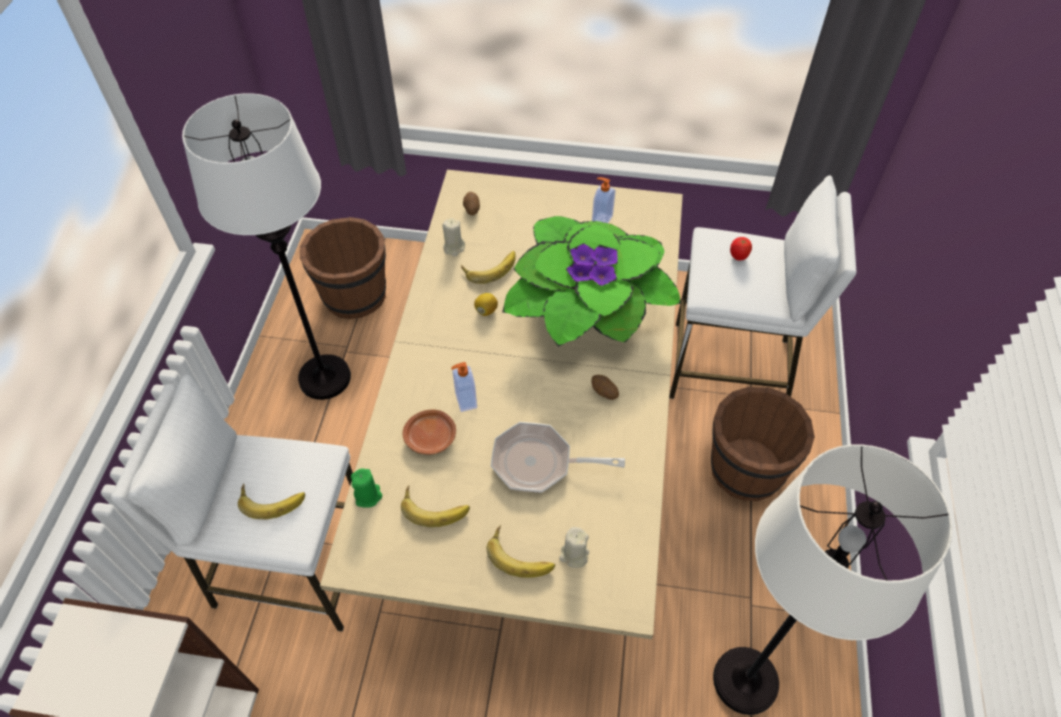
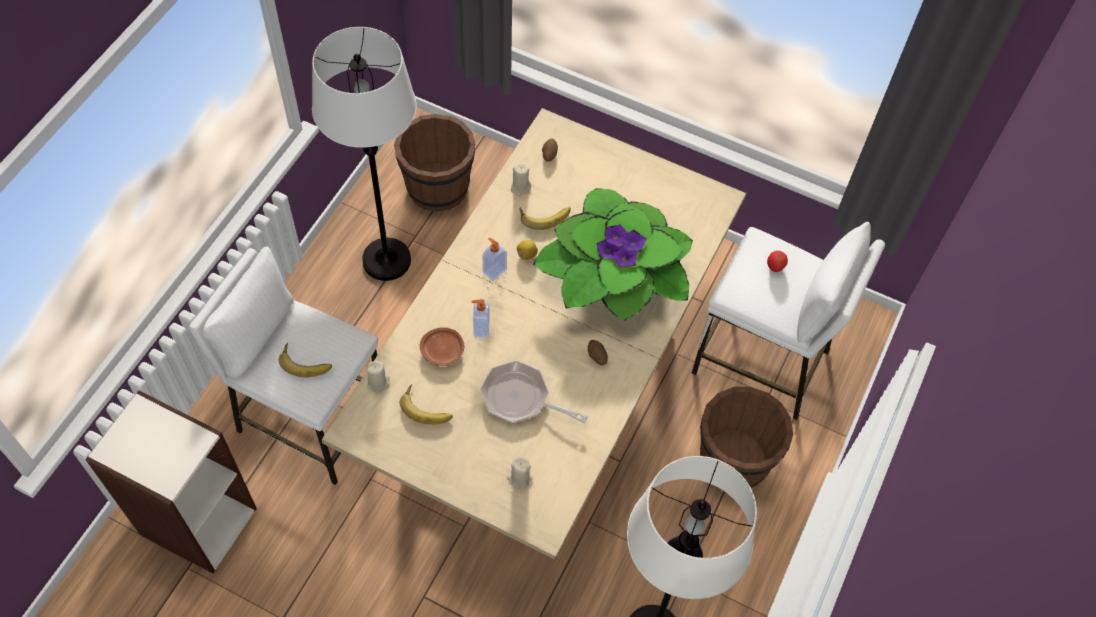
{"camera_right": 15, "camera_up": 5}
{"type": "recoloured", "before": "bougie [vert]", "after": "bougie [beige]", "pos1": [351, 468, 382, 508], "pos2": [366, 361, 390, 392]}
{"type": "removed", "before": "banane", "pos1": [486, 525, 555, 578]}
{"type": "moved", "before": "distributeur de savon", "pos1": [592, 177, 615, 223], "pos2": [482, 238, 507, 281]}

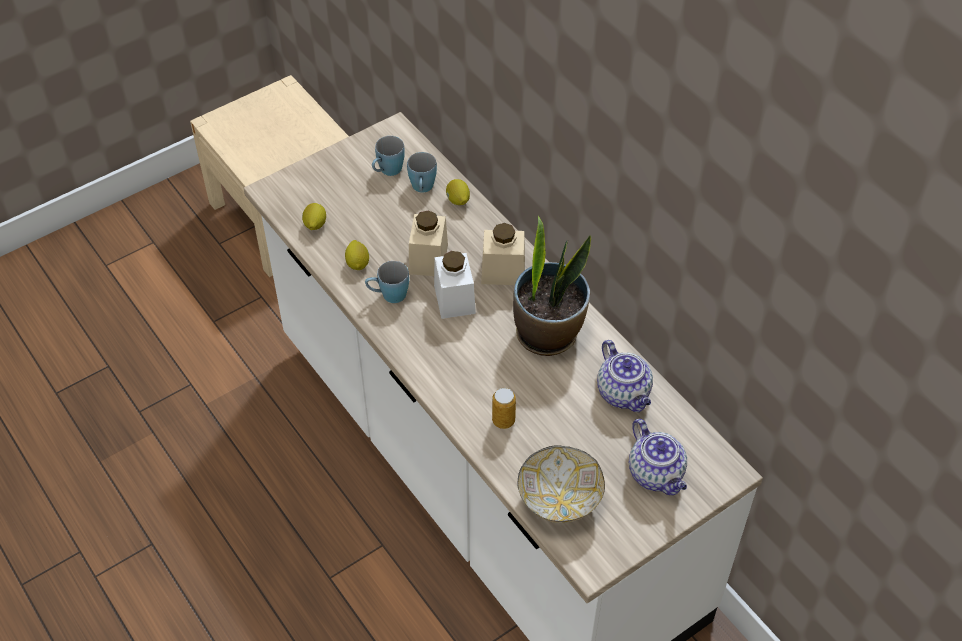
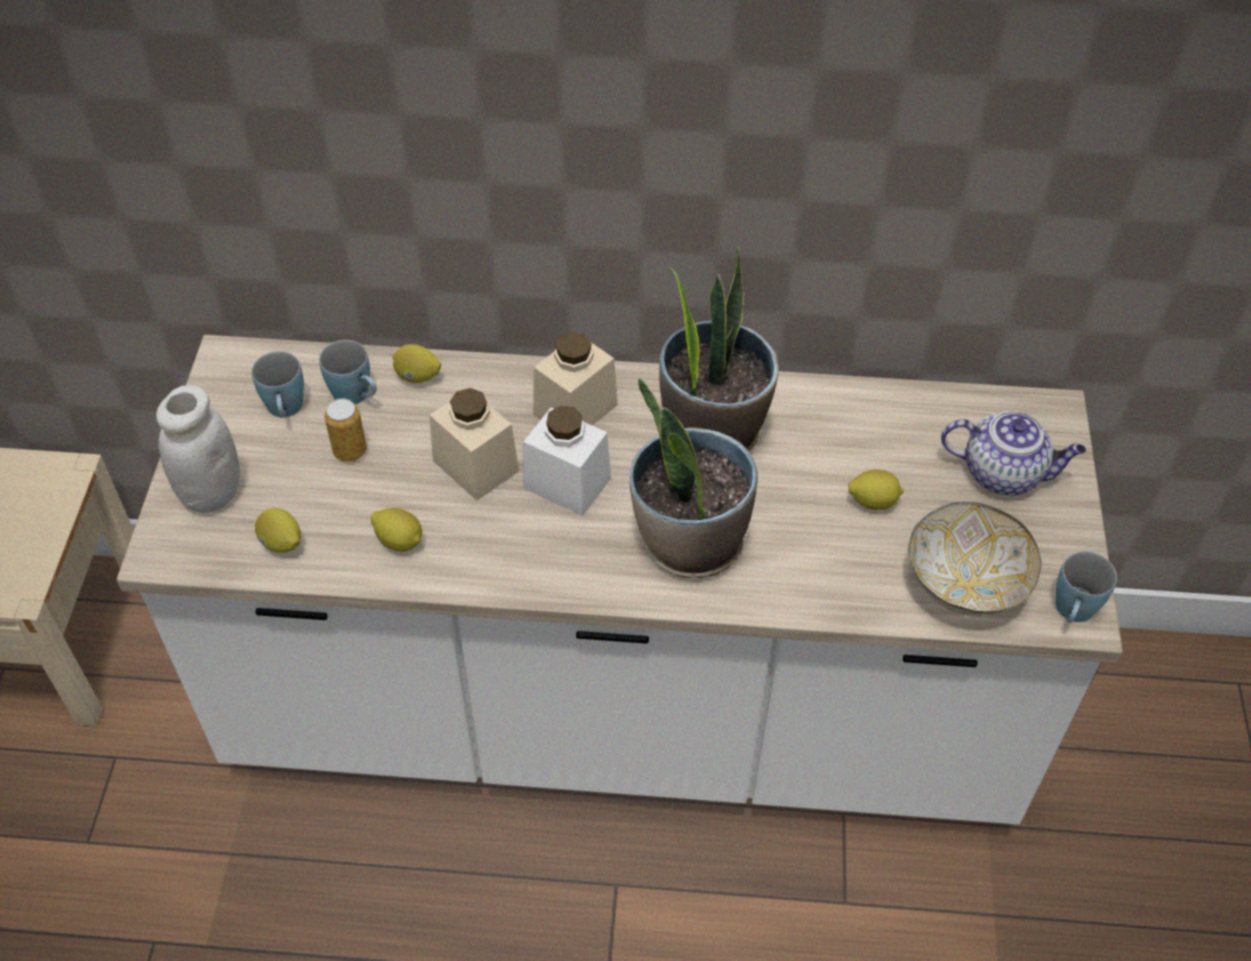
{"camera_right": -50, "camera_up": 0}
{"type": "moved", "before": "mug [bleu]", "pos1": [365, 261, 409, 303], "pos2": [1055, 551, 1117, 623]}
{"type": "moved", "before": "boîte métallique", "pos1": [492, 388, 516, 429], "pos2": [324, 398, 367, 462]}
{"type": "removed", "before": "théière", "pos1": [597, 340, 653, 412]}
{"type": "added", "after": "bocal [blanc]", "pos2": [156, 385, 240, 513]}
{"type": "added", "after": "plante en pot", "pos2": [629, 378, 758, 579]}
{"type": "added", "after": "citron", "pos2": [848, 469, 904, 510]}

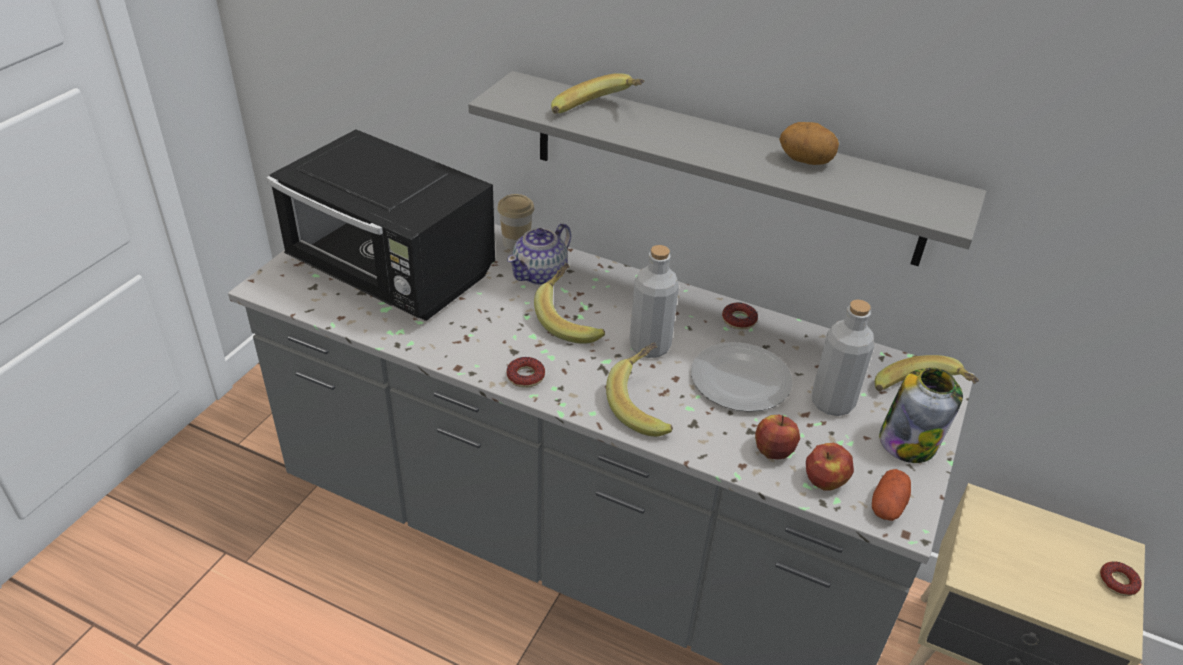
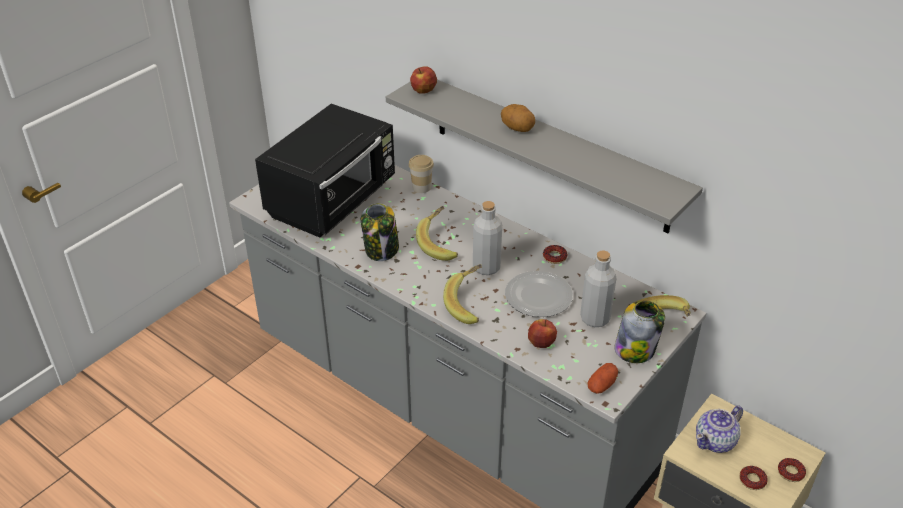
{"camera_right": 15, "camera_up": 0}
{"type": "turned", "before": "micro-ondes [noir]", "pos1": [267, 129, 495, 321], "pos2": [255, 104, 395, 238], "turn": -105}
{"type": "moved", "before": "beignet", "pos1": [506, 357, 545, 388], "pos2": [740, 466, 768, 490]}
{"type": "moved", "before": "théière", "pos1": [507, 223, 571, 285], "pos2": [696, 405, 743, 453]}
{"type": "removed", "before": "banane", "pos1": [551, 73, 645, 114]}
{"type": "moved", "before": "pomme de terre", "pos1": [779, 122, 839, 165], "pos2": [501, 104, 535, 132]}
{"type": "moved", "before": "pomme", "pos1": [806, 443, 854, 491], "pos2": [410, 67, 437, 94]}
{"type": "added", "after": "bocal", "pos2": [361, 203, 399, 261]}

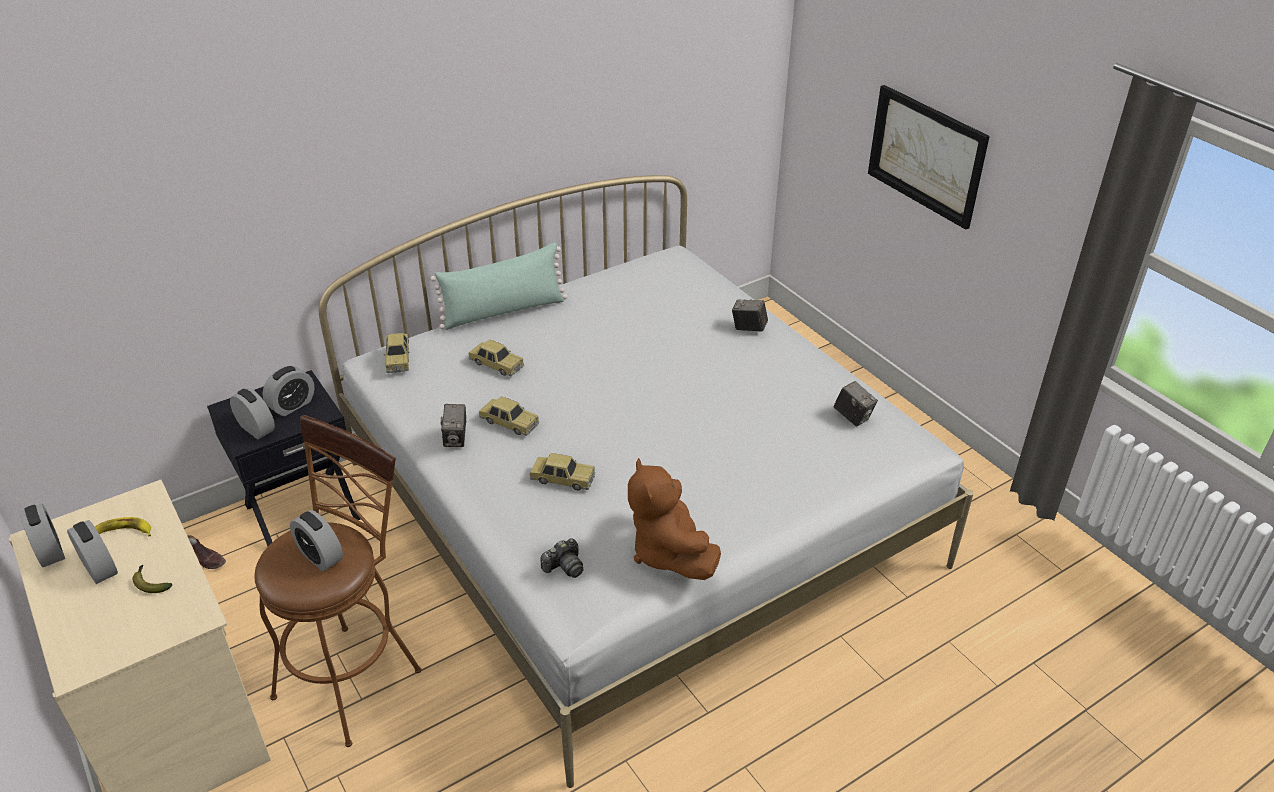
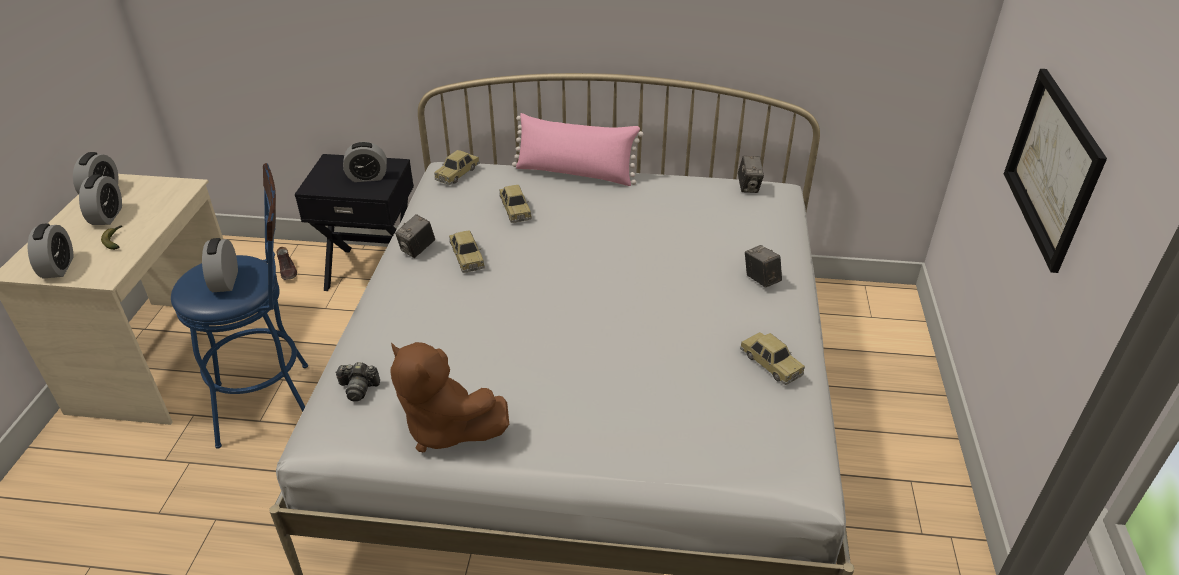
{"camera_right": 40, "camera_up": 0}
{"type": "removed", "before": "banane", "pos1": [95, 517, 151, 536]}
{"type": "moved", "before": "réveil", "pos1": [230, 388, 275, 439], "pos2": [28, 223, 73, 278]}
{"type": "recoloured", "before": "tabouret [marron]", "after": "tabouret [bleu]", "pos1": [255, 415, 421, 747], "pos2": [171, 163, 308, 449]}
{"type": "recoloured", "before": "coussin [vert]", "after": "coussin [rose]", "pos1": [430, 243, 567, 330], "pos2": [512, 113, 643, 186]}
{"type": "moved", "before": "petite voiture", "pos1": [529, 453, 595, 490], "pos2": [740, 332, 805, 385]}
{"type": "turned", "before": "peluche [marron]", "pos1": [628, 458, 721, 580], "pos2": [390, 342, 509, 452], "turn": -75}
{"type": "moved", "before": "appareil photo", "pos1": [834, 381, 878, 427], "pos2": [738, 156, 764, 193]}

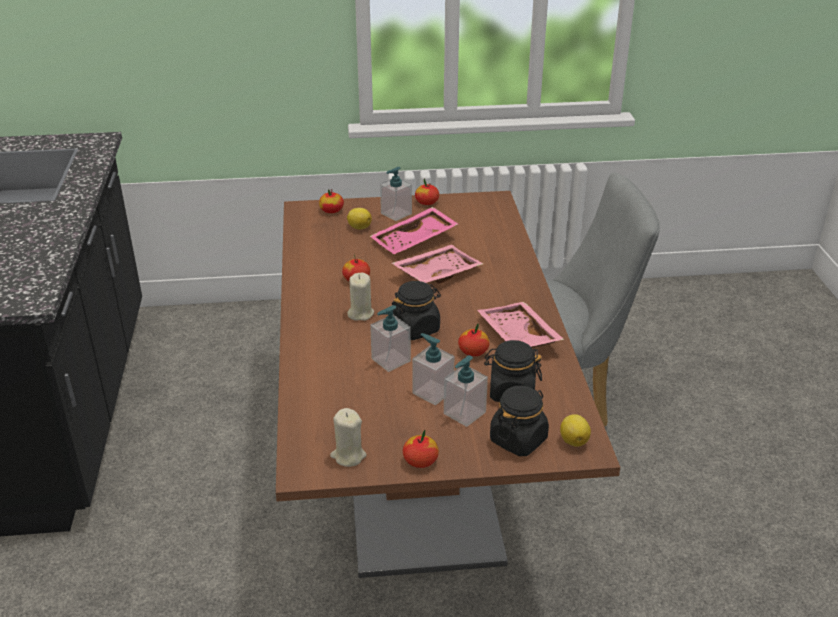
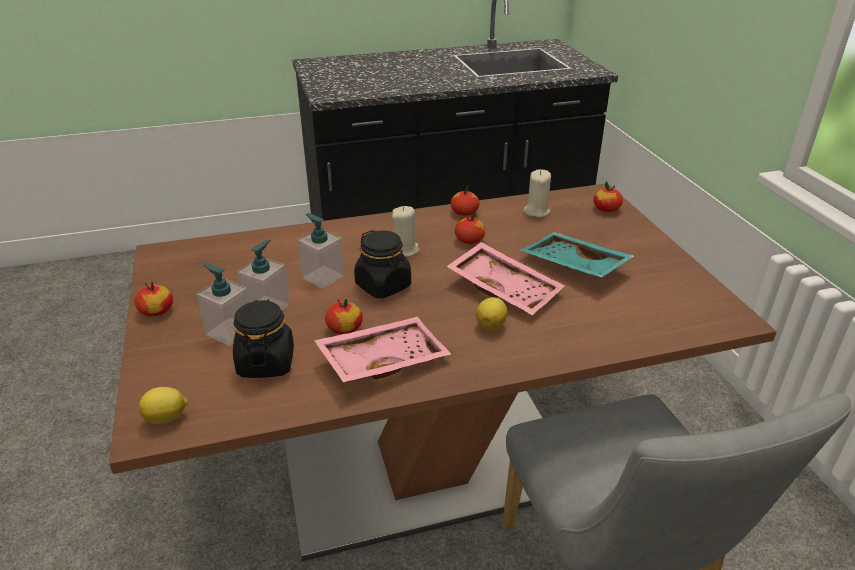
{"camera_right": 80, "camera_up": 0}
{"type": "moved", "before": "bougie [beige]", "pos1": [330, 408, 367, 467], "pos2": [524, 170, 551, 218]}
{"type": "moved", "before": "citron", "pos1": [347, 208, 372, 229], "pos2": [476, 297, 507, 331]}
{"type": "recoloured", "before": "plateau [rose]", "after": "plateau [turquoise]", "pos1": [370, 207, 458, 254], "pos2": [520, 232, 634, 278]}
{"type": "removed", "before": "distributeur de savon", "pos1": [380, 167, 412, 221]}
{"type": "moved", "before": "pomme", "pos1": [415, 179, 439, 205], "pos2": [451, 184, 479, 216]}
{"type": "removed", "before": "bocal [noir]", "pos1": [490, 386, 549, 456]}

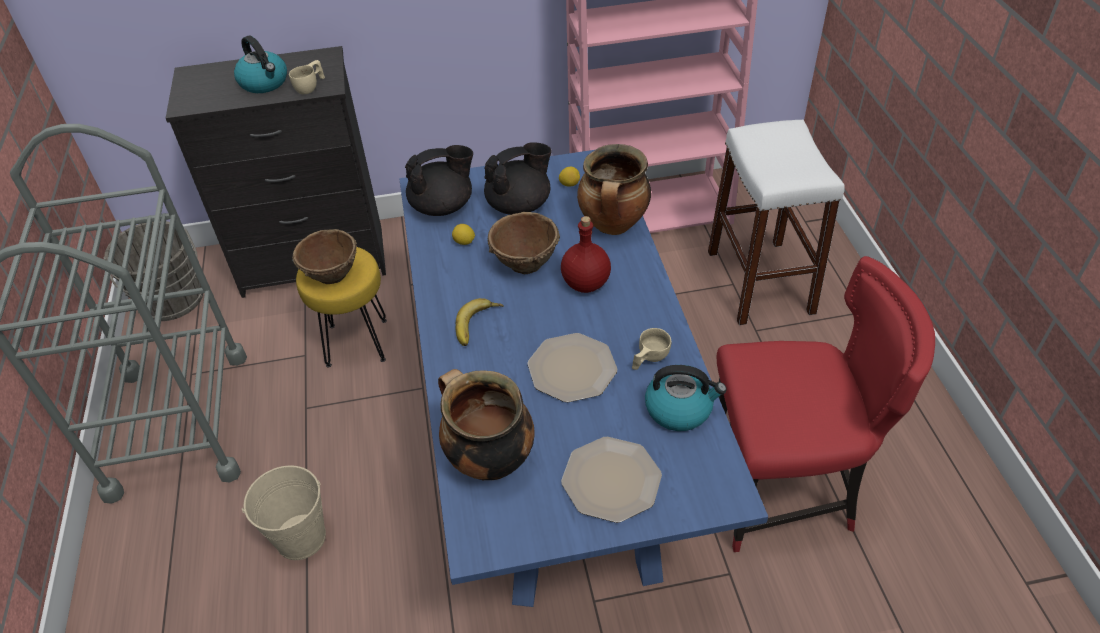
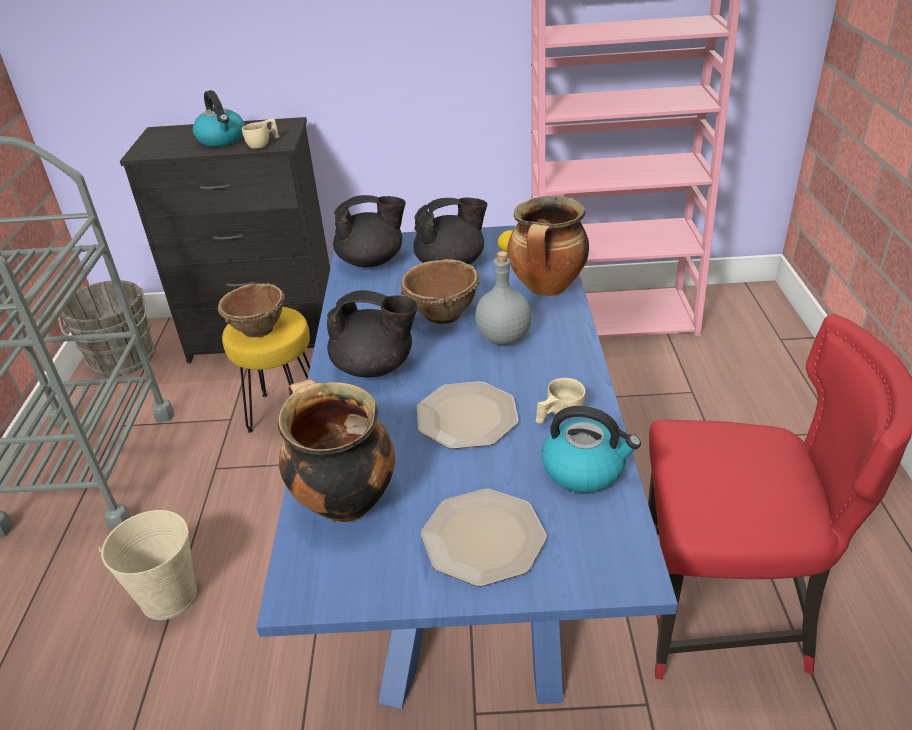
{"camera_right": 10, "camera_up": -10}
{"type": "removed", "before": "citron", "pos1": [452, 224, 475, 245]}
{"type": "replaced", "before": "banane", "after": "théière [noir]", "pos1": [455, 298, 504, 346], "pos2": [327, 290, 418, 377]}
{"type": "recoloured", "before": "bouteille [rouge]", "after": "bouteille [gris]", "pos1": [561, 216, 611, 293], "pos2": [475, 251, 532, 345]}
{"type": "removed", "before": "tabouret [blanc]", "pos1": [708, 120, 845, 325]}

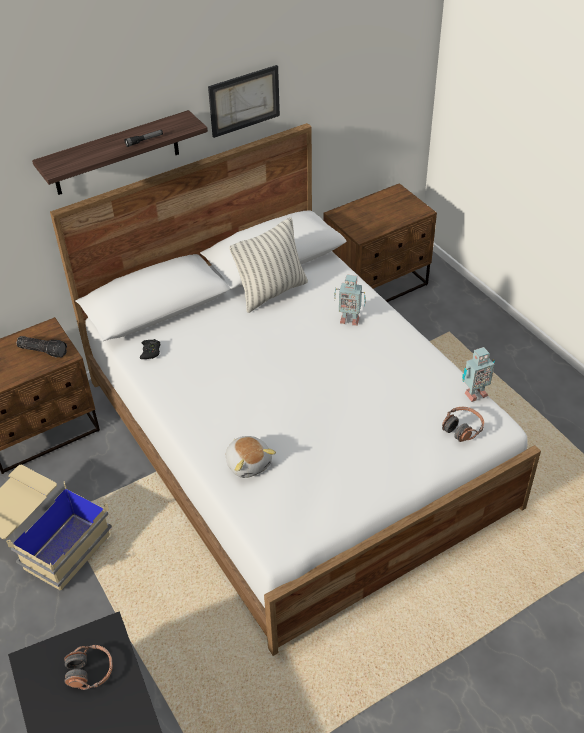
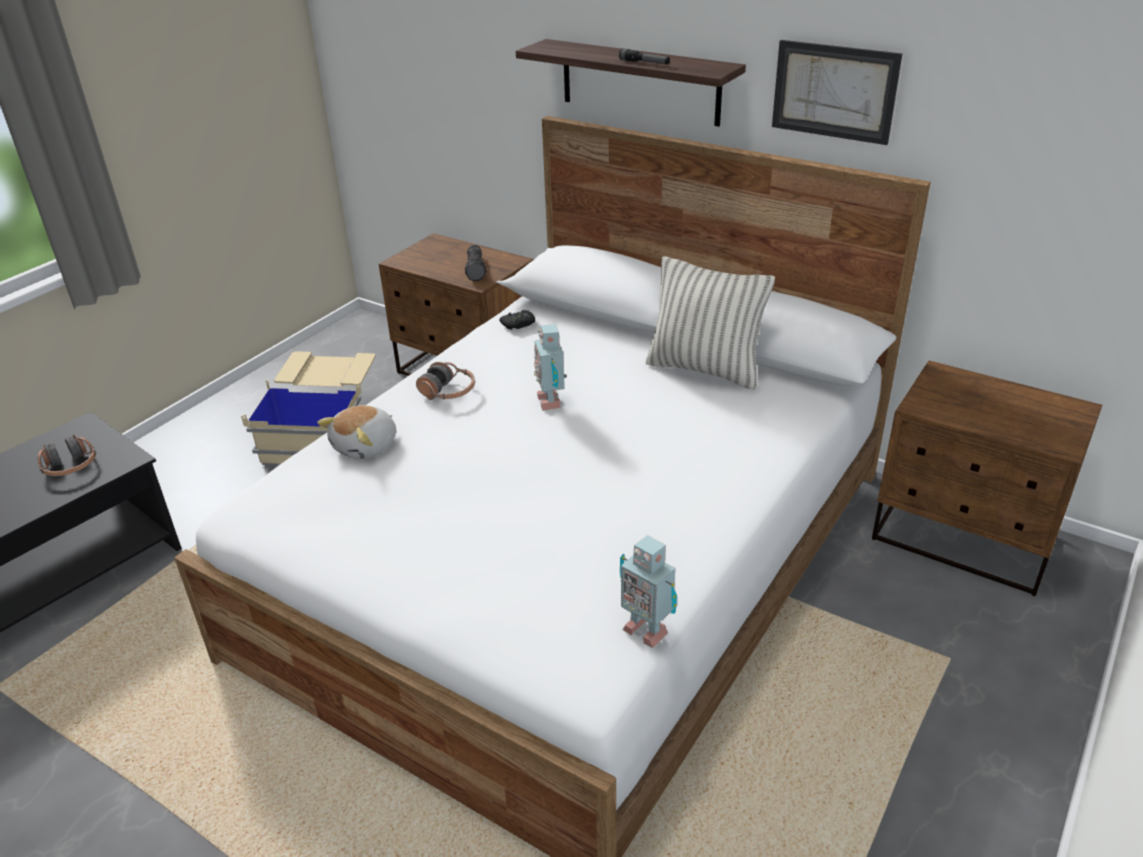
{"camera_right": 65, "camera_up": -10}
{"type": "moved", "before": "robot jouet", "pos1": [334, 274, 366, 326], "pos2": [534, 324, 567, 411]}
{"type": "moved", "before": "casque audio", "pos1": [442, 407, 484, 442], "pos2": [416, 362, 475, 400]}

